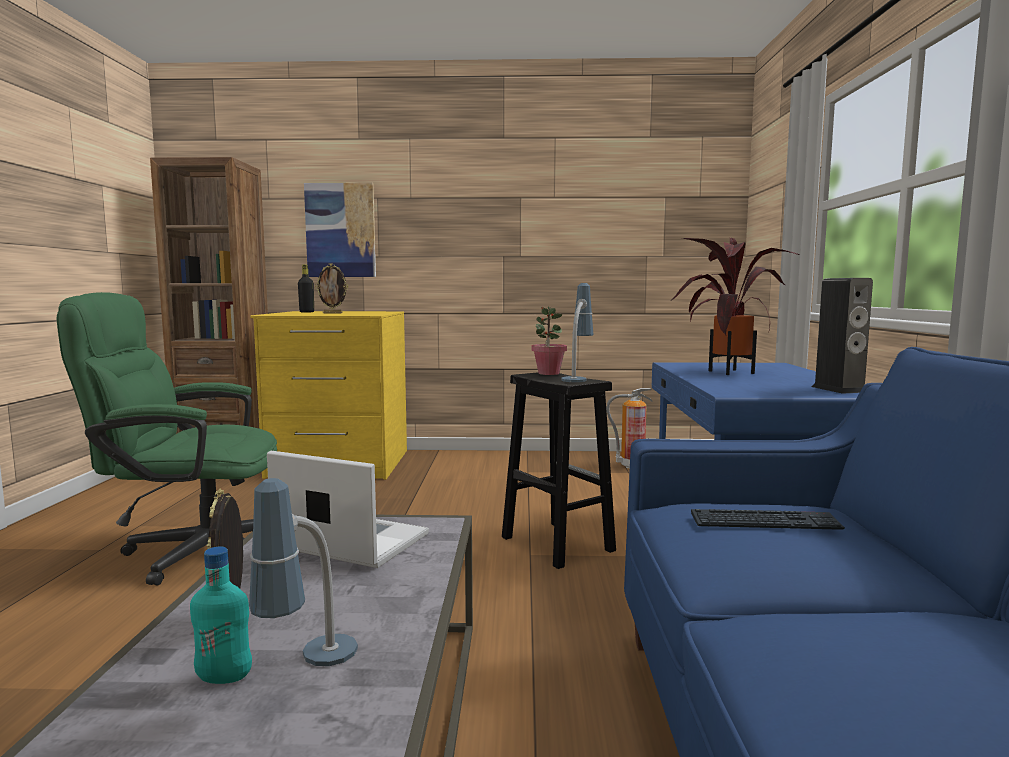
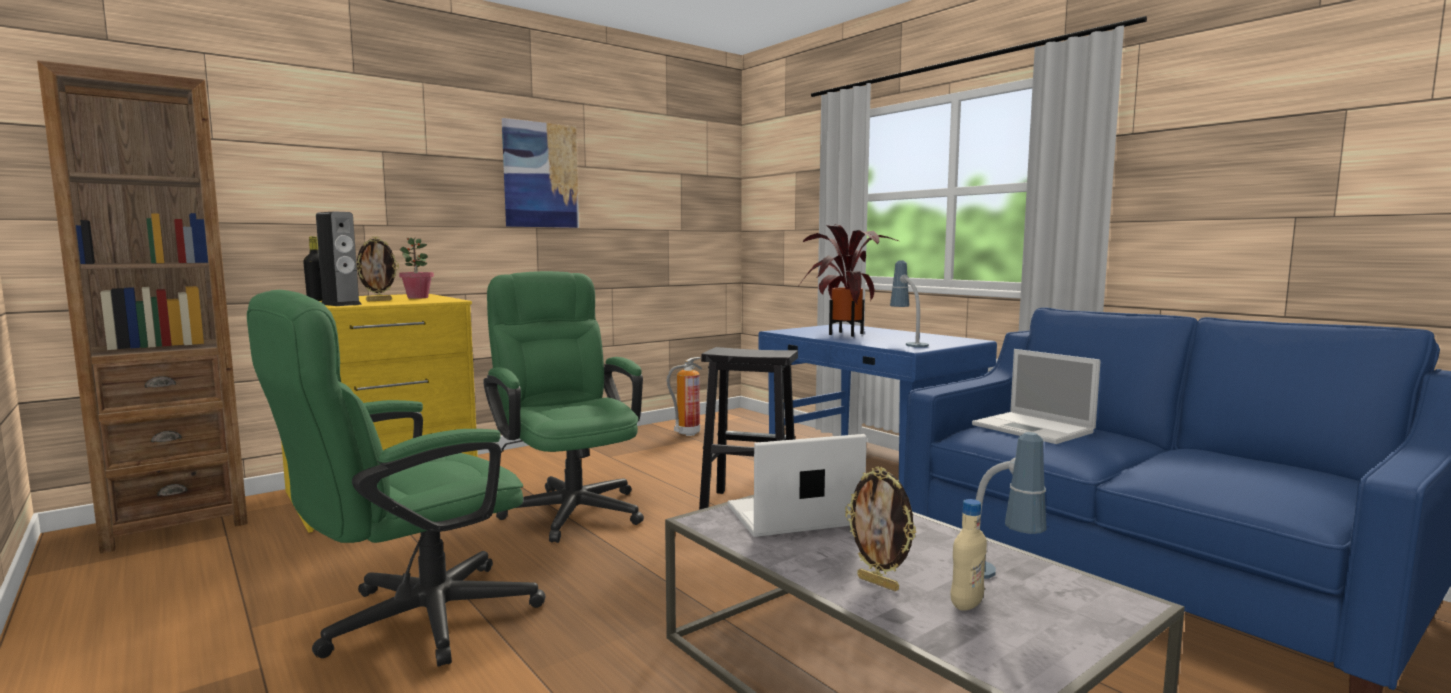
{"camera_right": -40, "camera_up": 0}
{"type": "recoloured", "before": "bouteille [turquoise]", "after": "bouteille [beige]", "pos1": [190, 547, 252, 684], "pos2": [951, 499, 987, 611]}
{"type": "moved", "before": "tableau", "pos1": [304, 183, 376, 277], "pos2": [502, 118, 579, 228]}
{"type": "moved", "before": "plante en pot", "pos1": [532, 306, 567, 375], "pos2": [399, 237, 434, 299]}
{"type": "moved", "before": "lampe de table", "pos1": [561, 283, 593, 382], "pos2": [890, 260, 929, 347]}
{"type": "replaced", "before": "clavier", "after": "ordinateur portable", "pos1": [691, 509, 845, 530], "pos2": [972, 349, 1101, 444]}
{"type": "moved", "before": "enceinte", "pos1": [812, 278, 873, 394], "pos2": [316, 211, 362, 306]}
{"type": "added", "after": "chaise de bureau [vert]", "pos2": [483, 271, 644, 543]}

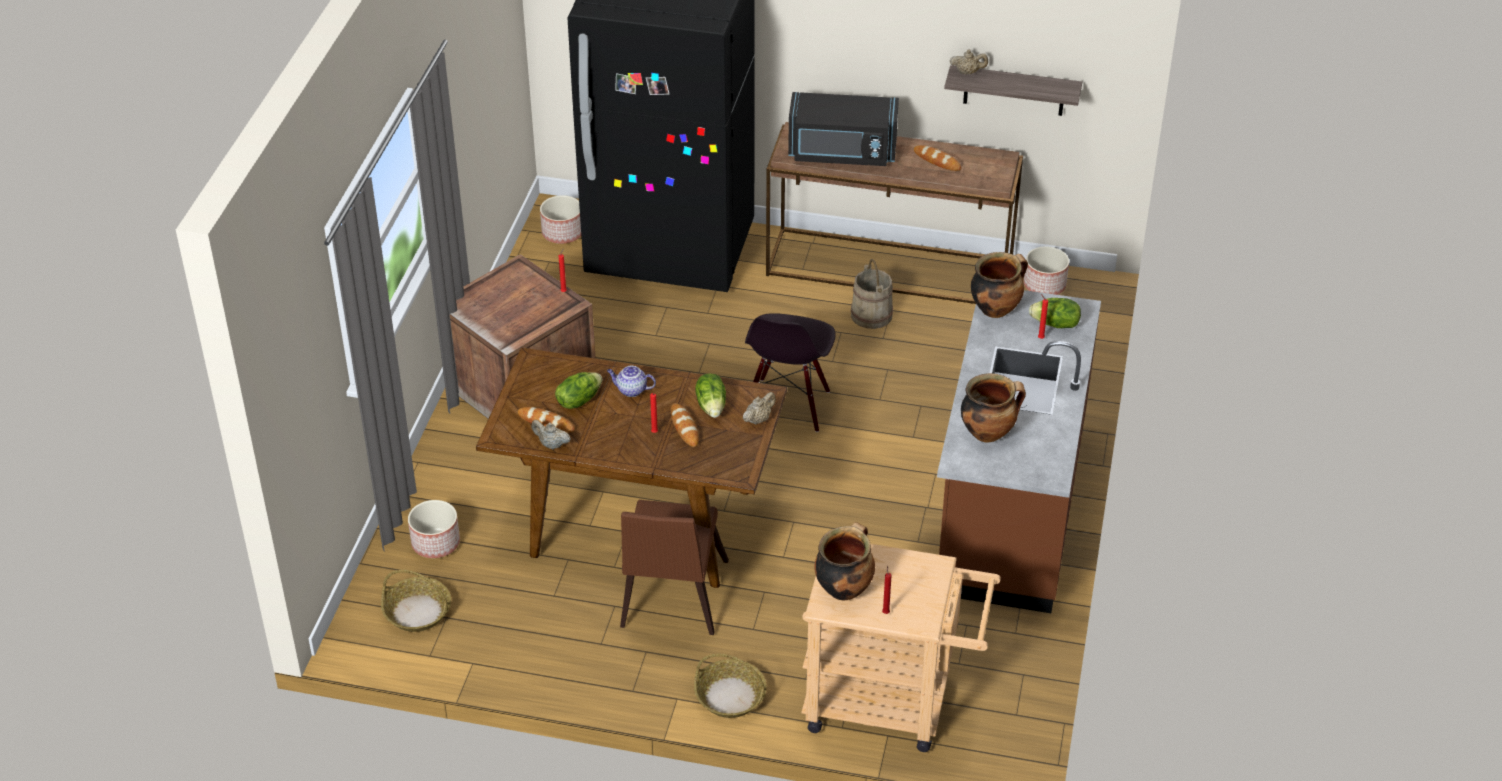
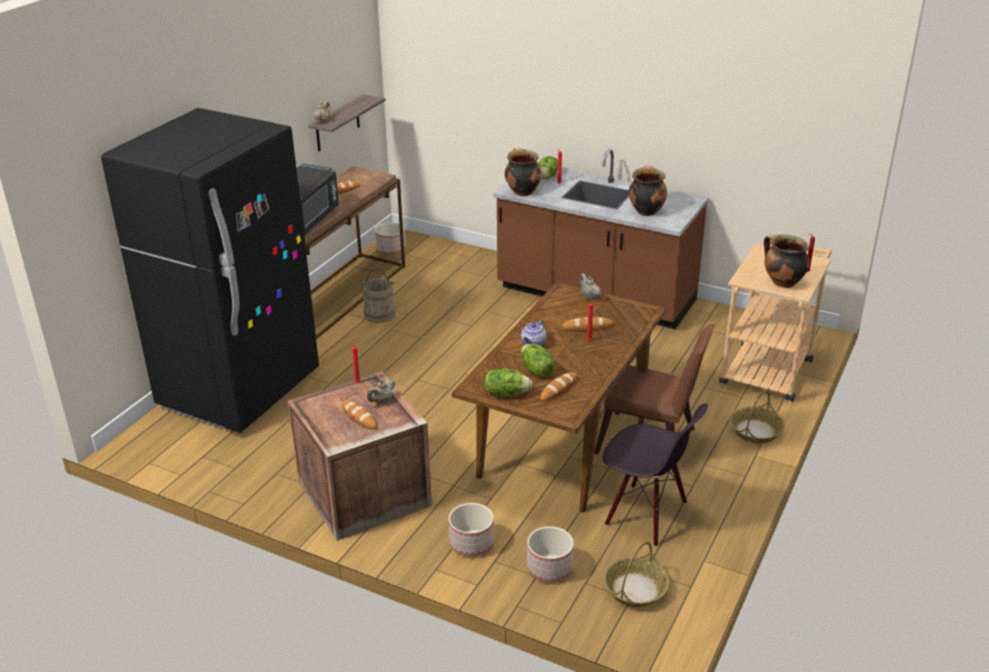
{"camera_right": -75, "camera_up": -10}
{"type": "moved", "before": "théière [beige]", "pos1": [531, 420, 571, 449], "pos2": [367, 380, 395, 403]}
{"type": "moved", "before": "cache-pot", "pos1": [540, 195, 581, 244], "pos2": [449, 503, 494, 557]}
{"type": "moved", "before": "laitue", "pos1": [695, 373, 726, 418], "pos2": [484, 368, 533, 397]}
{"type": "moved", "before": "chaise [noir]", "pos1": [745, 313, 836, 432], "pos2": [603, 403, 708, 547]}
{"type": "added", "after": "pain", "pos2": [342, 400, 377, 429]}

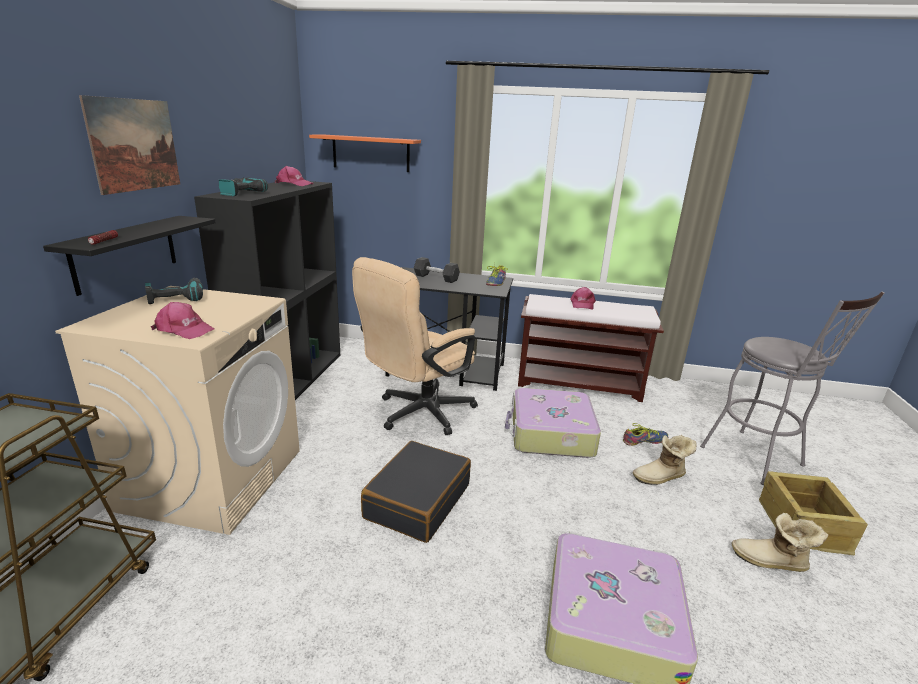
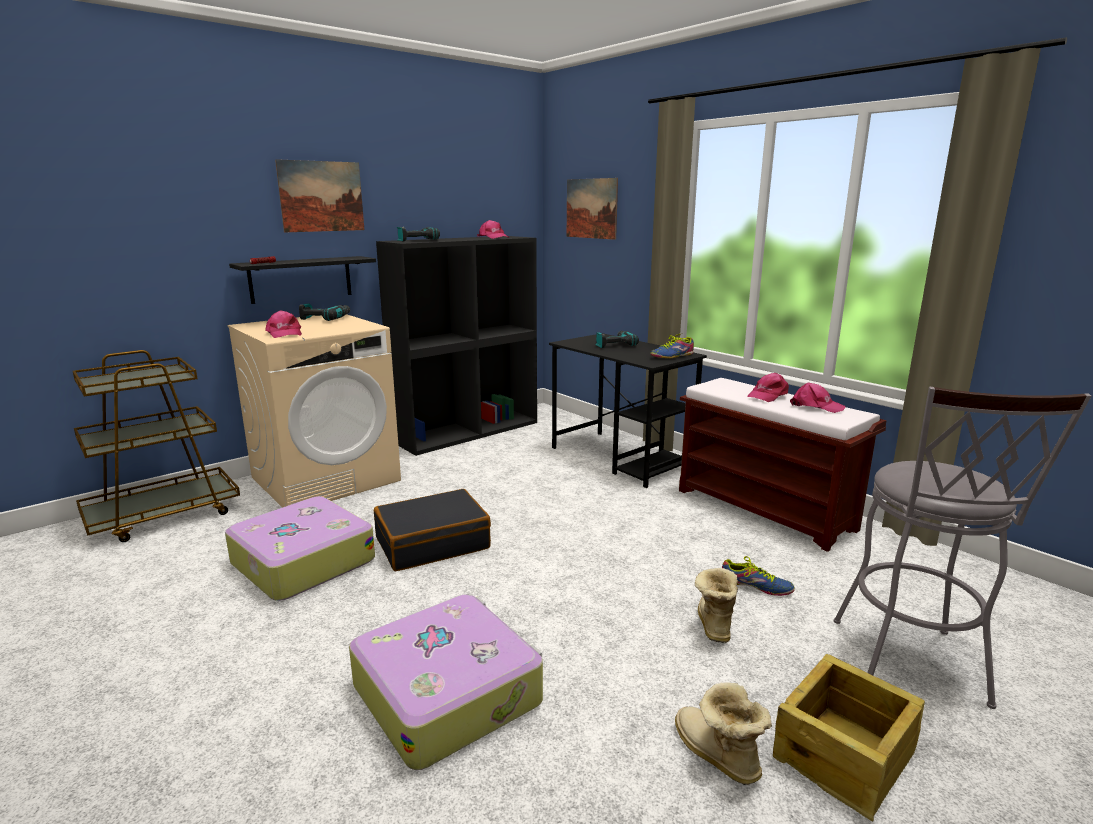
{"camera_right": 40, "camera_up": -5}
{"type": "replaced", "before": "étagère [orange]", "after": "tableau", "pos1": [309, 134, 421, 172], "pos2": [567, 178, 618, 240]}
{"type": "removed", "before": "chaise de bureau [beige]", "pos1": [352, 257, 478, 435]}
{"type": "replaced", "before": "haltère [gris]", "after": "perceuse", "pos1": [414, 257, 460, 283], "pos2": [595, 331, 639, 348]}
{"type": "moved", "before": "valise", "pos1": [505, 388, 601, 458], "pos2": [225, 496, 375, 601]}
{"type": "turned", "before": "botte", "pos1": [633, 435, 697, 485], "pos2": [695, 568, 738, 643], "turn": 75}
{"type": "added", "after": "casquette [rose]", "pos2": [790, 383, 846, 413]}

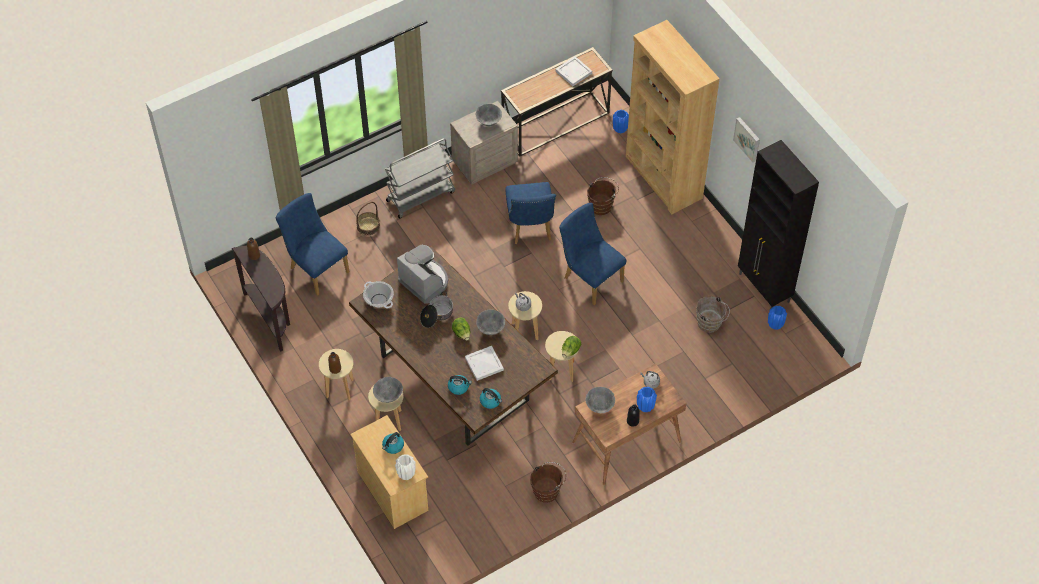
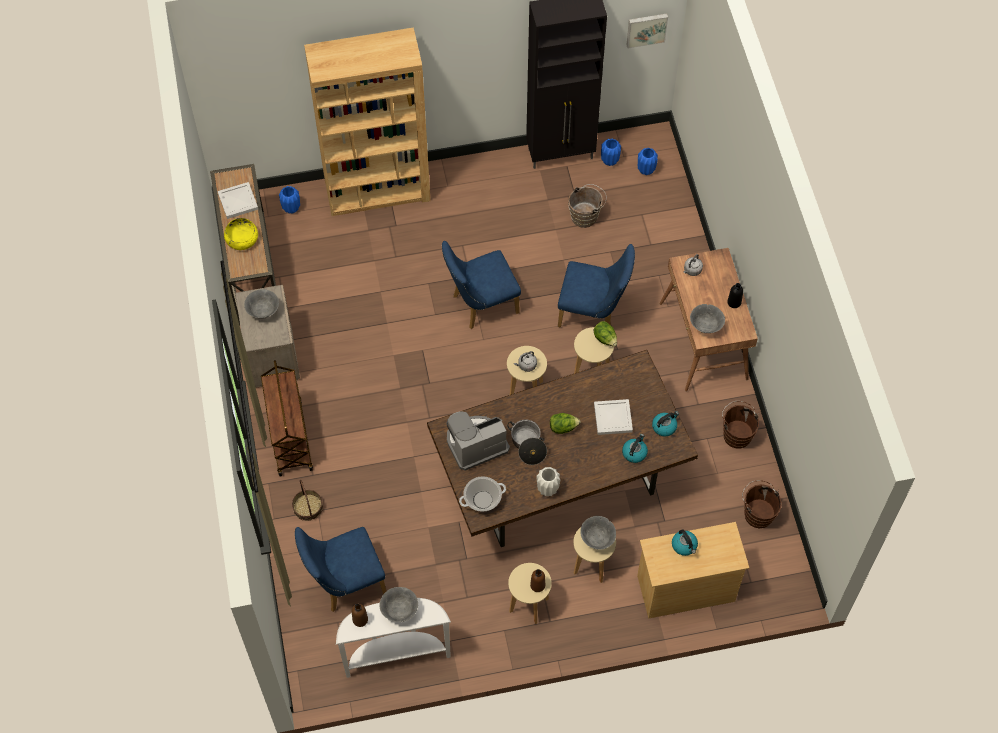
{"camera_right": -70, "camera_up": 5}
{"type": "recoloured", "before": "table console [marron]", "after": "table console [blanc]", "pos1": [232, 246, 290, 352], "pos2": [336, 598, 451, 678]}
{"type": "recoloured", "before": "chariot [gris]", "after": "chariot [marron]", "pos1": [385, 138, 455, 219], "pos2": [261, 360, 313, 477]}
{"type": "moved", "before": "vase [blanc]", "pos1": [395, 454, 416, 480], "pos2": [537, 467, 560, 496]}
{"type": "moved", "before": "bol [gris]", "pos1": [476, 310, 505, 335], "pos2": [379, 587, 418, 622]}
{"type": "moved", "before": "chaise [bleu]", "pos1": [505, 182, 556, 244], "pos2": [558, 244, 635, 328]}
{"type": "moved", "before": "seau [marron]", "pos1": [587, 177, 619, 215], "pos2": [742, 480, 782, 528]}
{"type": "moved", "before": "vase [bleu]", "pos1": [637, 387, 657, 412], "pos2": [638, 148, 658, 175]}
{"type": "moved", "before": "tableau", "pos1": [733, 117, 760, 162], "pos2": [626, 14, 668, 49]}
{"type": "added", "after": "bol [jaune]", "pos2": [224, 218, 258, 250]}

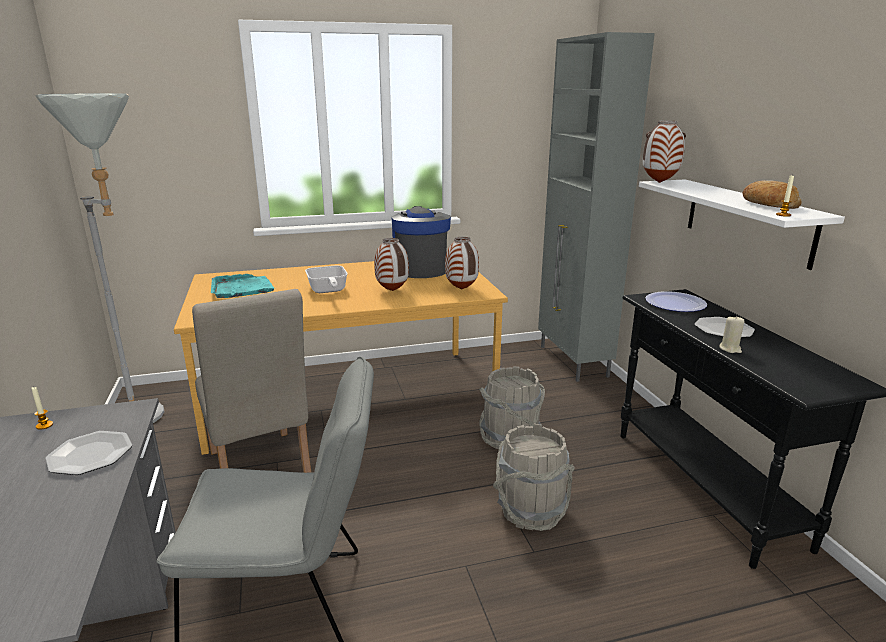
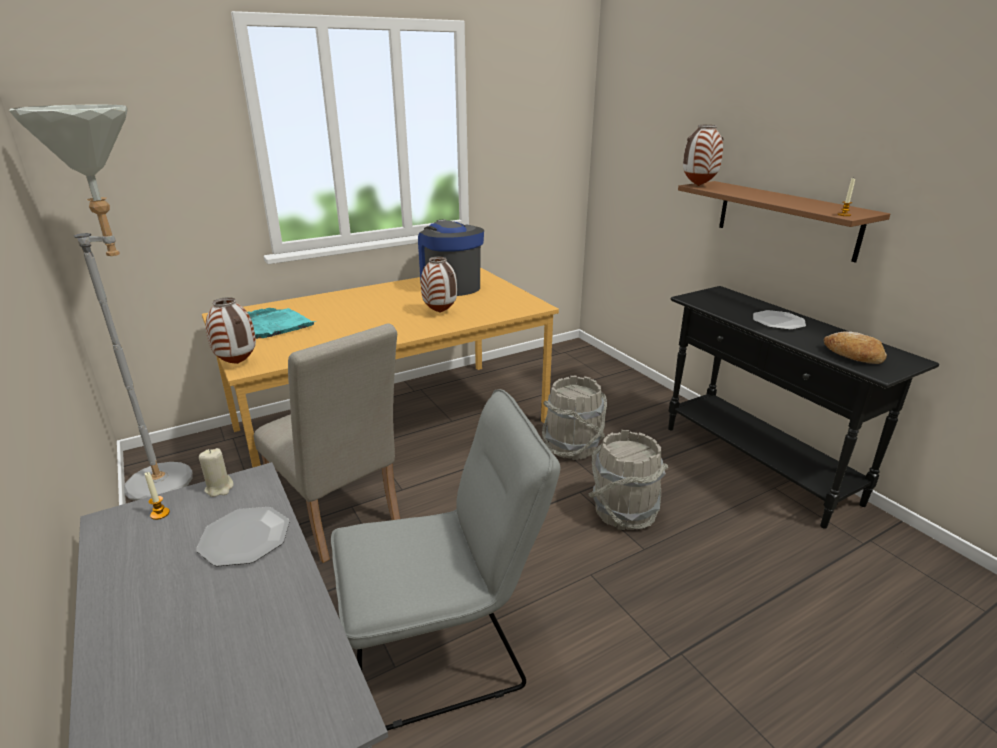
{"camera_right": -15, "camera_up": 5}
{"type": "removed", "before": "poêle", "pos1": [305, 266, 348, 293]}
{"type": "moved", "before": "vase", "pos1": [445, 237, 479, 289], "pos2": [206, 297, 256, 364]}
{"type": "removed", "before": "meuble de rangement [gris]", "pos1": [538, 32, 655, 382]}
{"type": "recoloured", "before": "étagère [blanc]", "after": "étagère [marron]", "pos1": [639, 179, 845, 270], "pos2": [678, 181, 890, 262]}
{"type": "removed", "before": "assiette", "pos1": [645, 291, 707, 312]}
{"type": "moved", "before": "bougie [beige]", "pos1": [720, 315, 744, 353], "pos2": [199, 448, 234, 497]}
{"type": "moved", "before": "pain", "pos1": [743, 180, 802, 209], "pos2": [824, 331, 887, 364]}

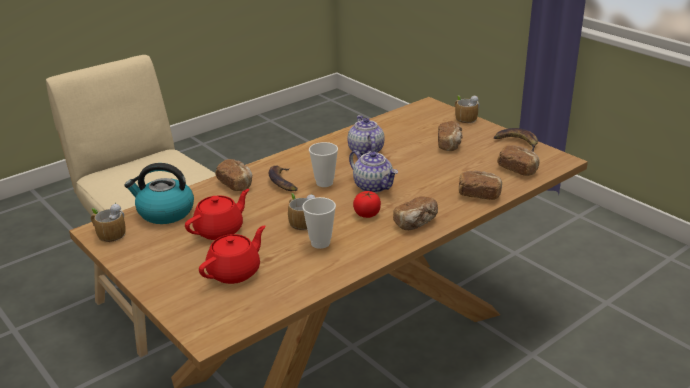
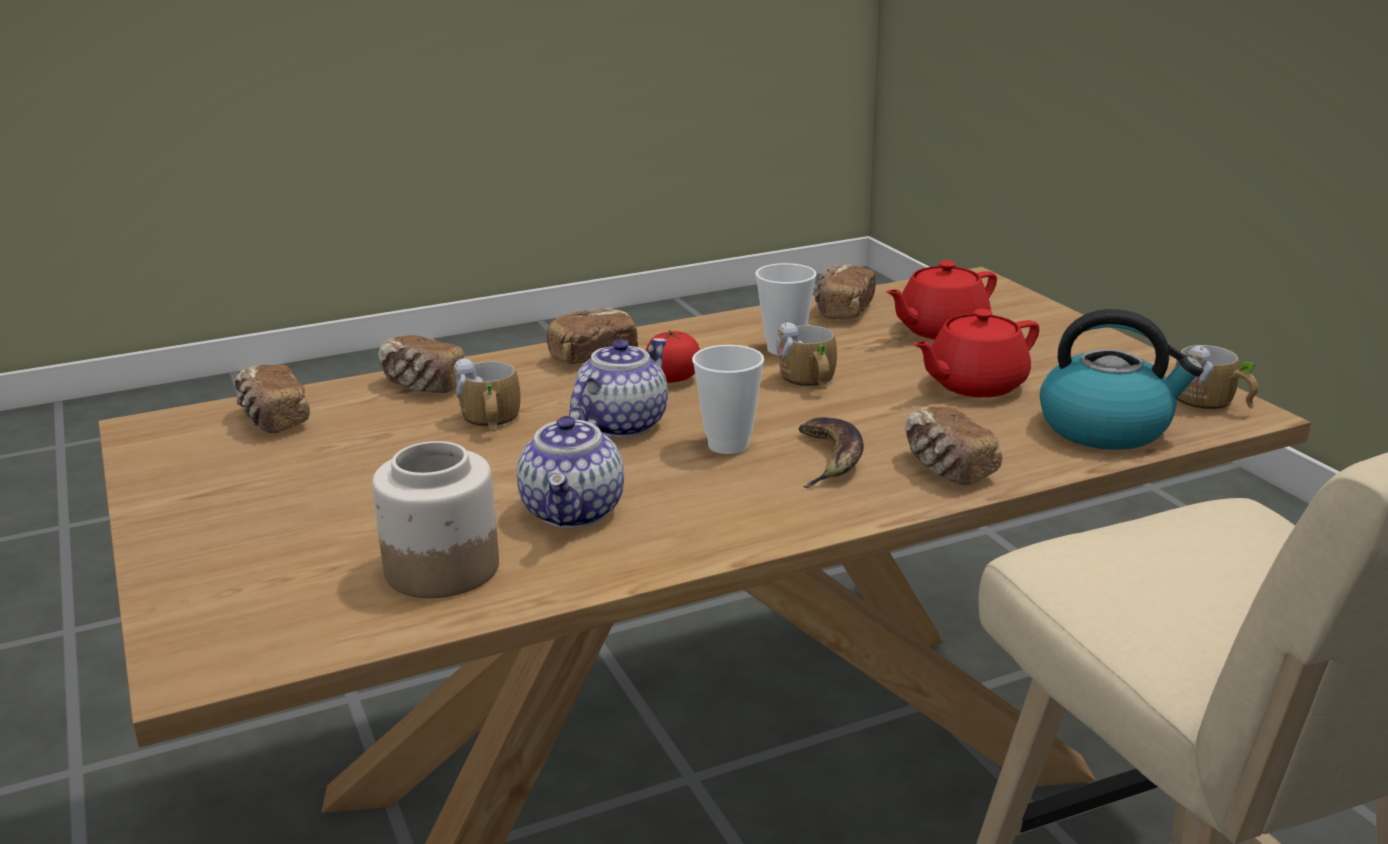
{"camera_right": -165, "camera_up": -5}
{"type": "turned", "before": "théière", "pos1": [349, 150, 398, 193], "pos2": [570, 338, 668, 438], "turn": 60}
{"type": "moved", "before": "pain", "pos1": [438, 121, 463, 151], "pos2": [814, 264, 876, 319]}
{"type": "moved", "before": "mug", "pos1": [455, 95, 479, 124], "pos2": [453, 359, 521, 431]}
{"type": "removed", "before": "banane", "pos1": [494, 128, 538, 152]}
{"type": "added", "after": "bocal", "pos2": [372, 441, 499, 598]}

